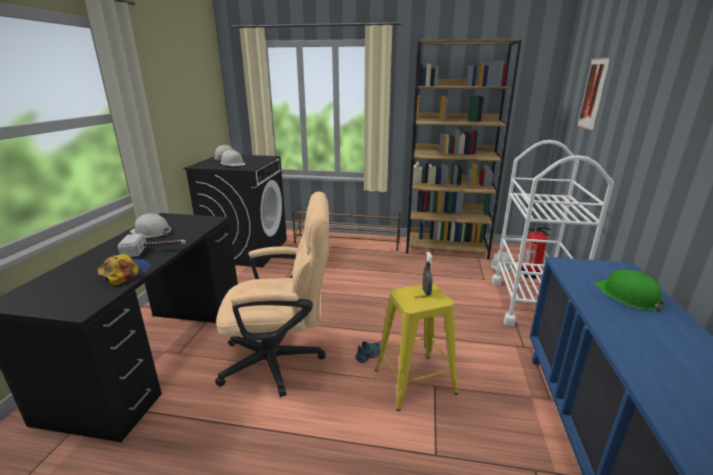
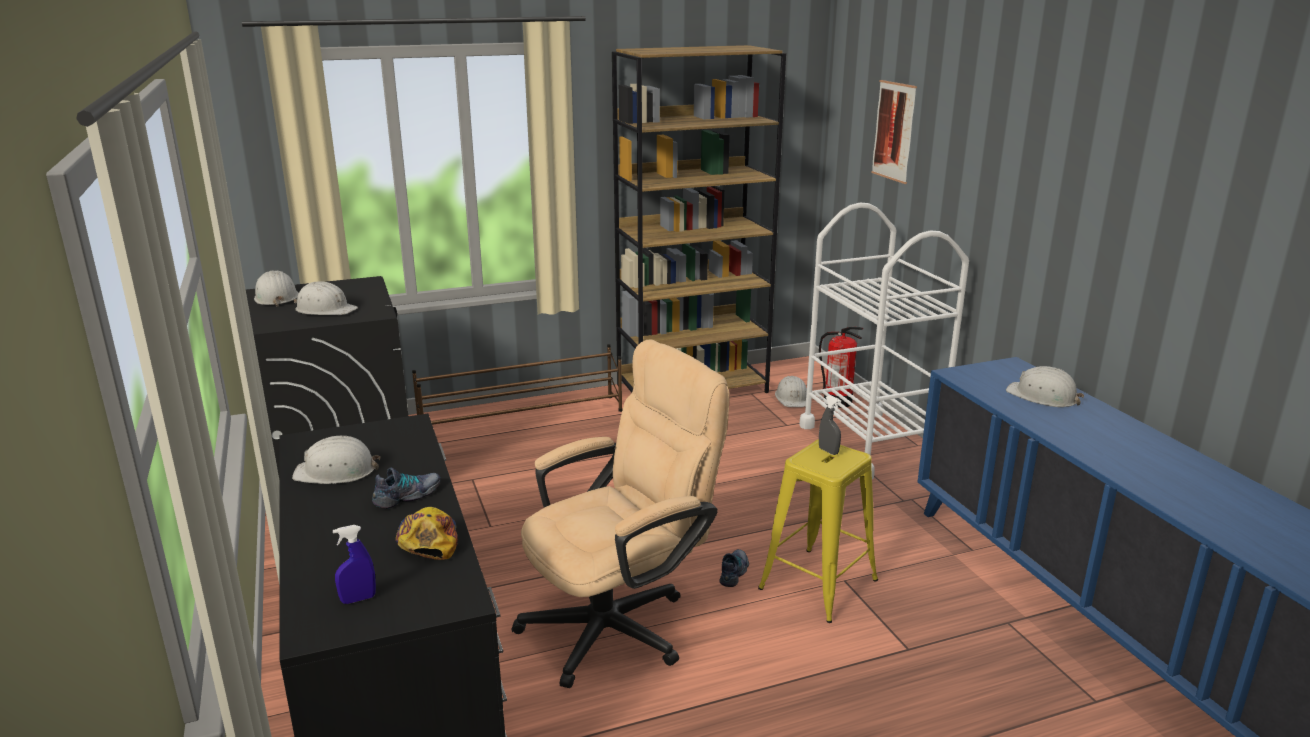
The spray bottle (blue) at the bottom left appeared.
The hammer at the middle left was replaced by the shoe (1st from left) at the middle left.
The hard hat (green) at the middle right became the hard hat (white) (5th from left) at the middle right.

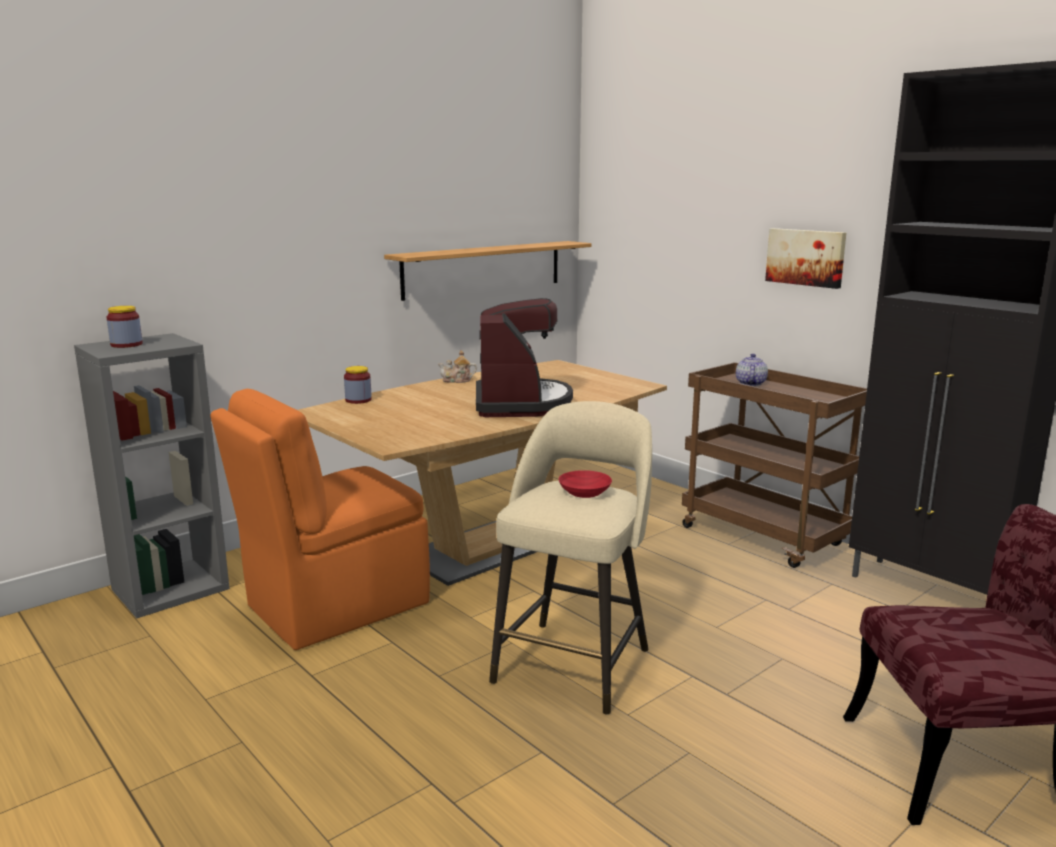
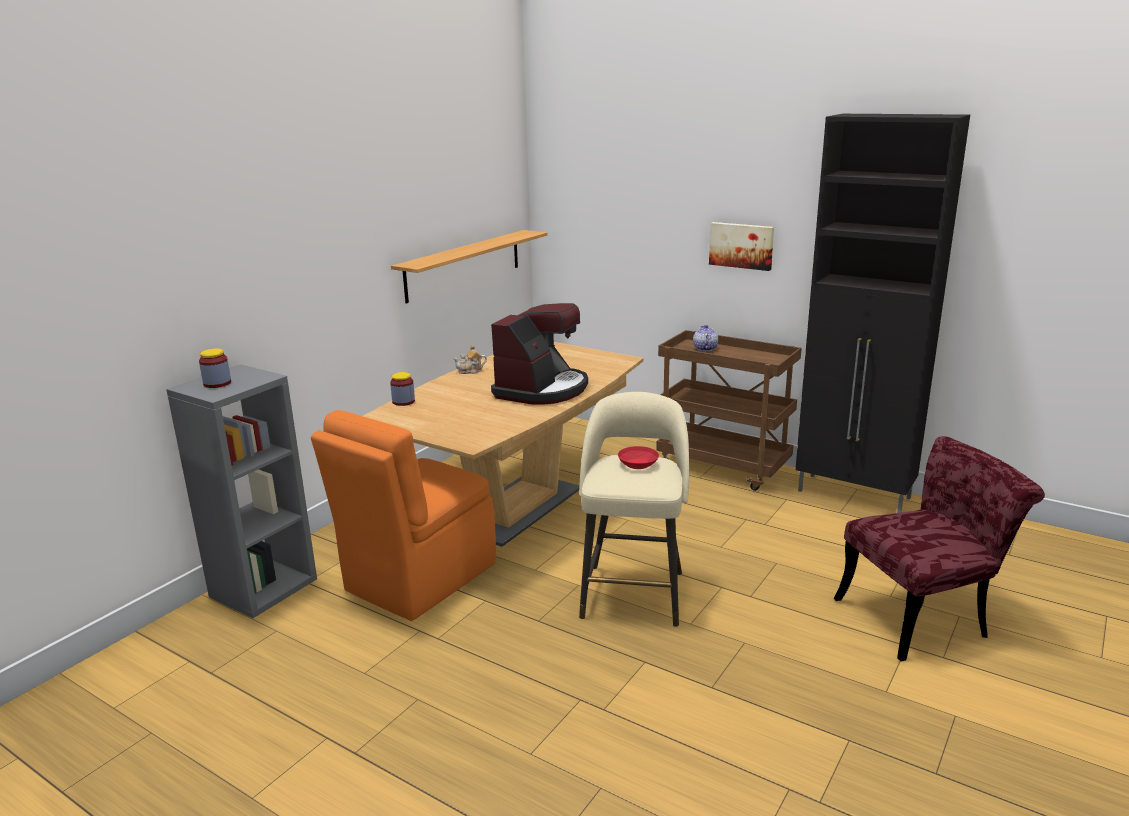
The coffee machine at the centre turned 45 degrees clockwise.

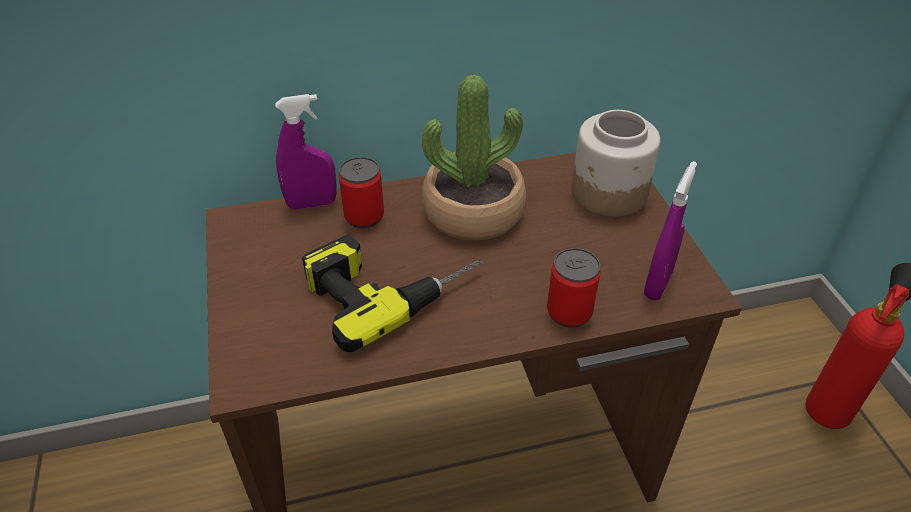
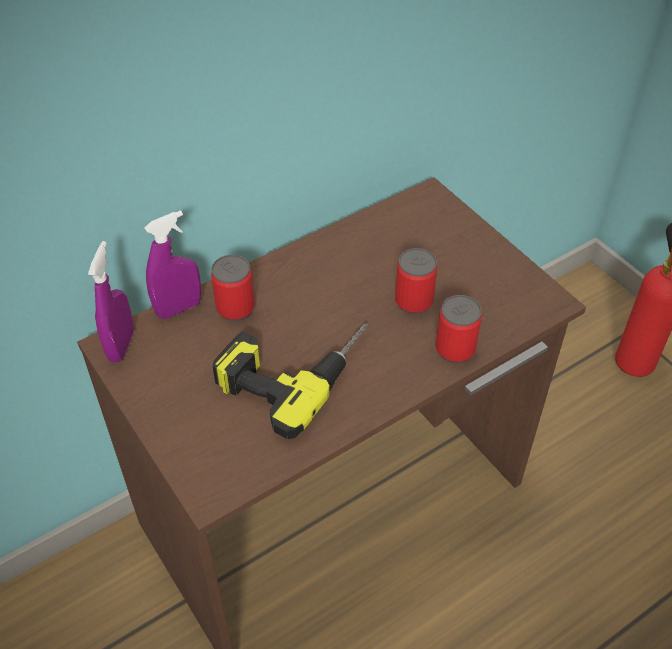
The spray bottle (purple) (2nd from left in the first image) moved from the middle right to the middle left.
The can (2nd from left) at the centre appeared.
The potted plant at the top centre disappeared.
The jar at the top right disappeared.

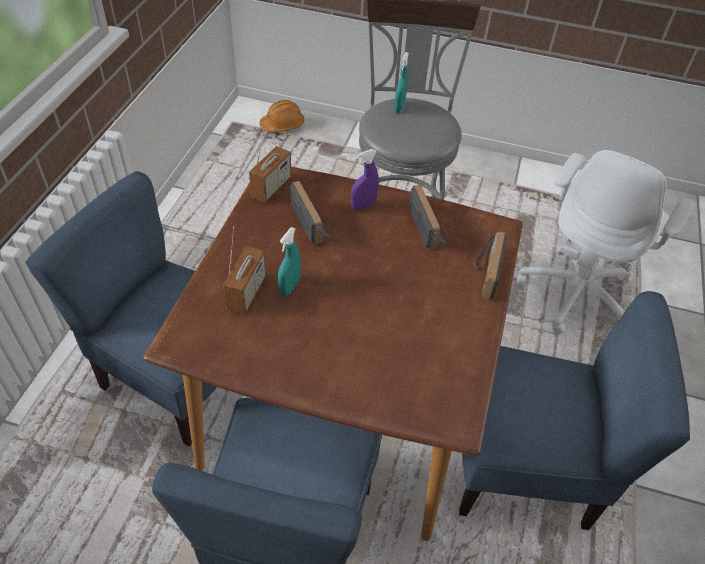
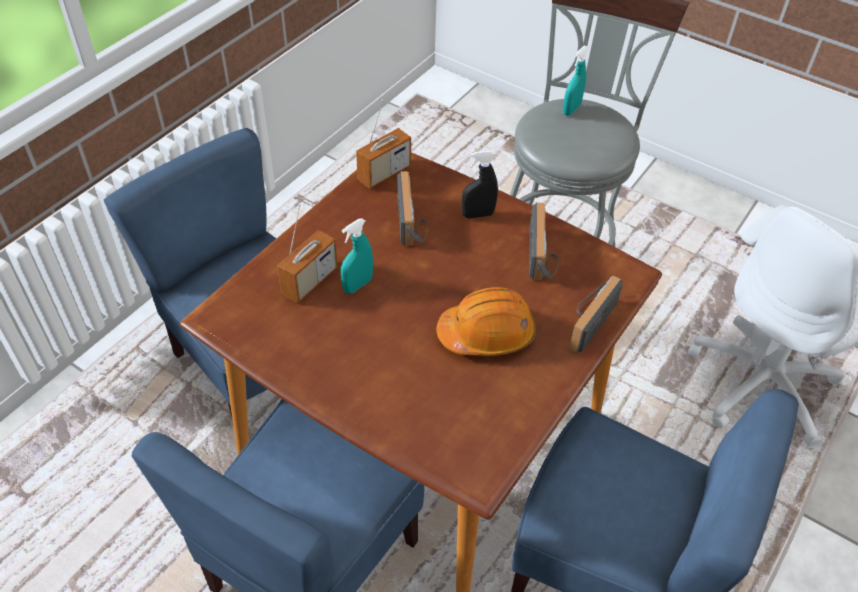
The hard hat (orange) moved from the top centre to the centre.
The spray bottle (purple) at the top centre became the spray bottle (black) at the top centre.

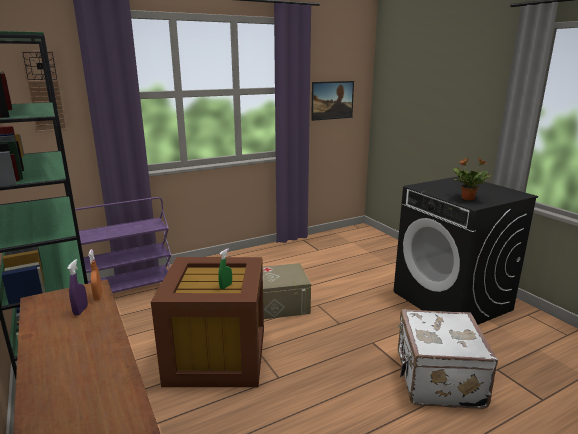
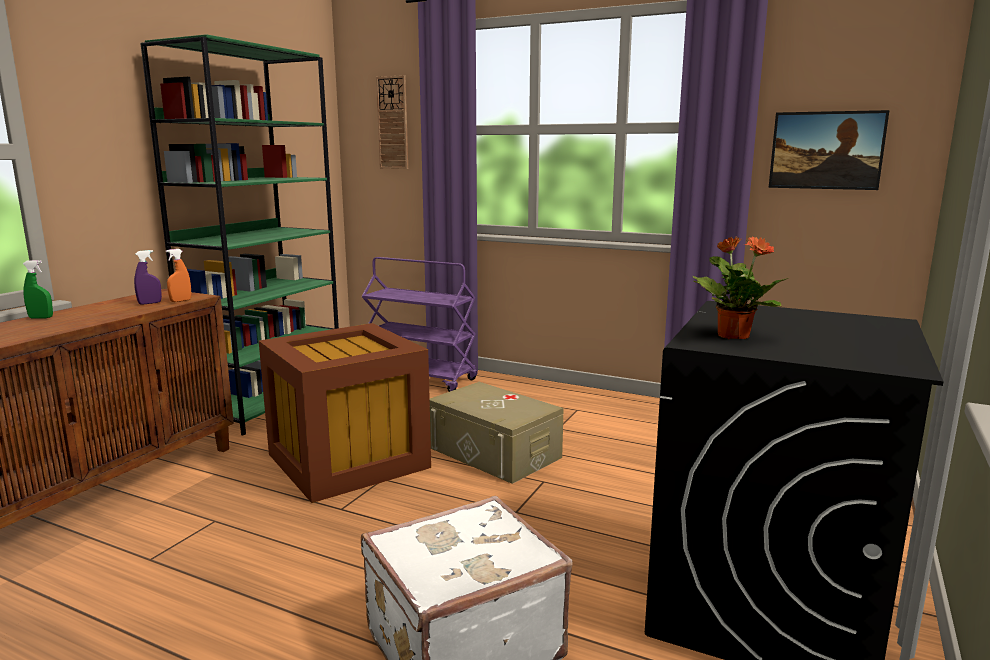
The spray bottle (green) moved from the centre to the middle left.

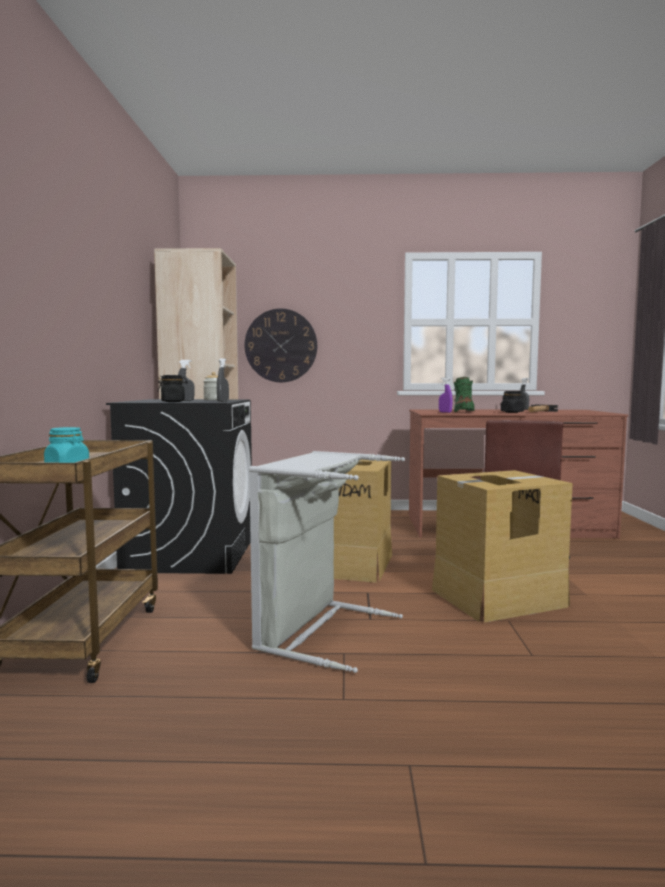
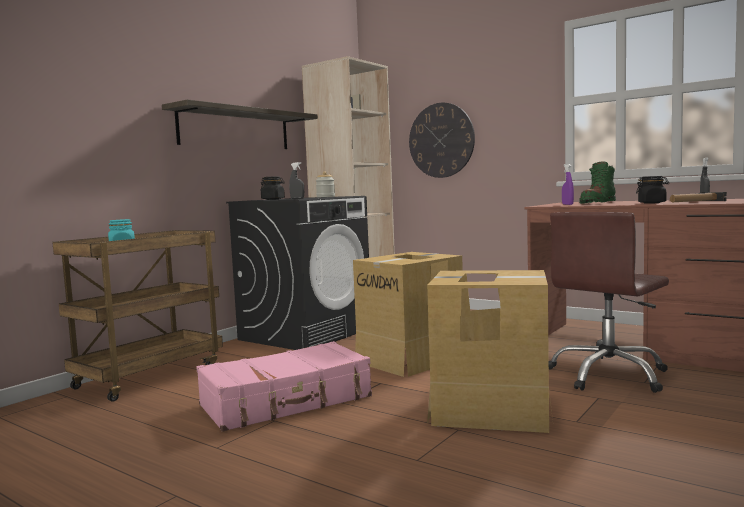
The shelf at the top left appeared.
The laundry basket (grey) at the centre was replaced by the suitcase (pink) at the bottom centre.
The spray bottle (grey) (2nd from left) at the centre disappeared.

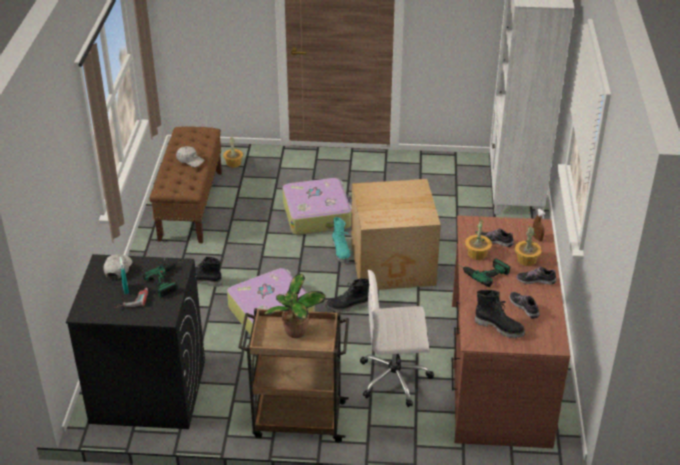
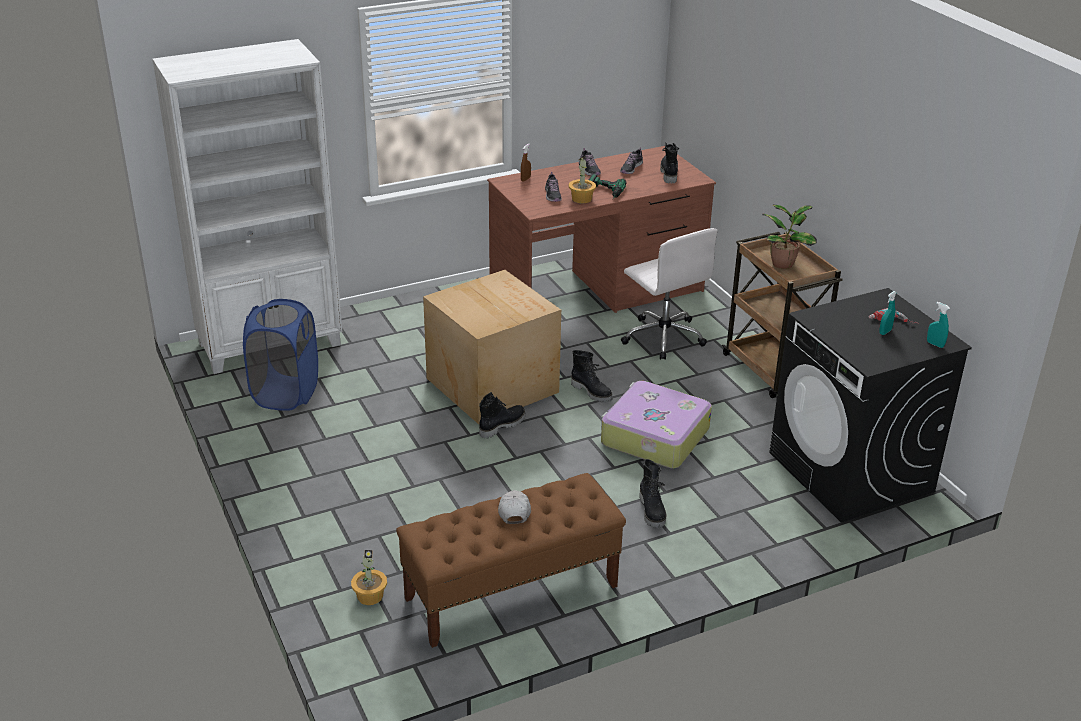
The laundry basket (blue) at the middle left appeared.
The boot (turquoise) at the centre became the boot (black) (1st from left) at the centre.
The spray bottle (turquoise) (2nd from left) at the middle right appeared.
The cap (white) (1st from left) at the middle left disappeared.
The power drill (2nd from left) at the middle left disappeared.
The suitcase (2nd from left) at the centre disappeared.
The potted plant (4th from left) at the middle right disappeared.

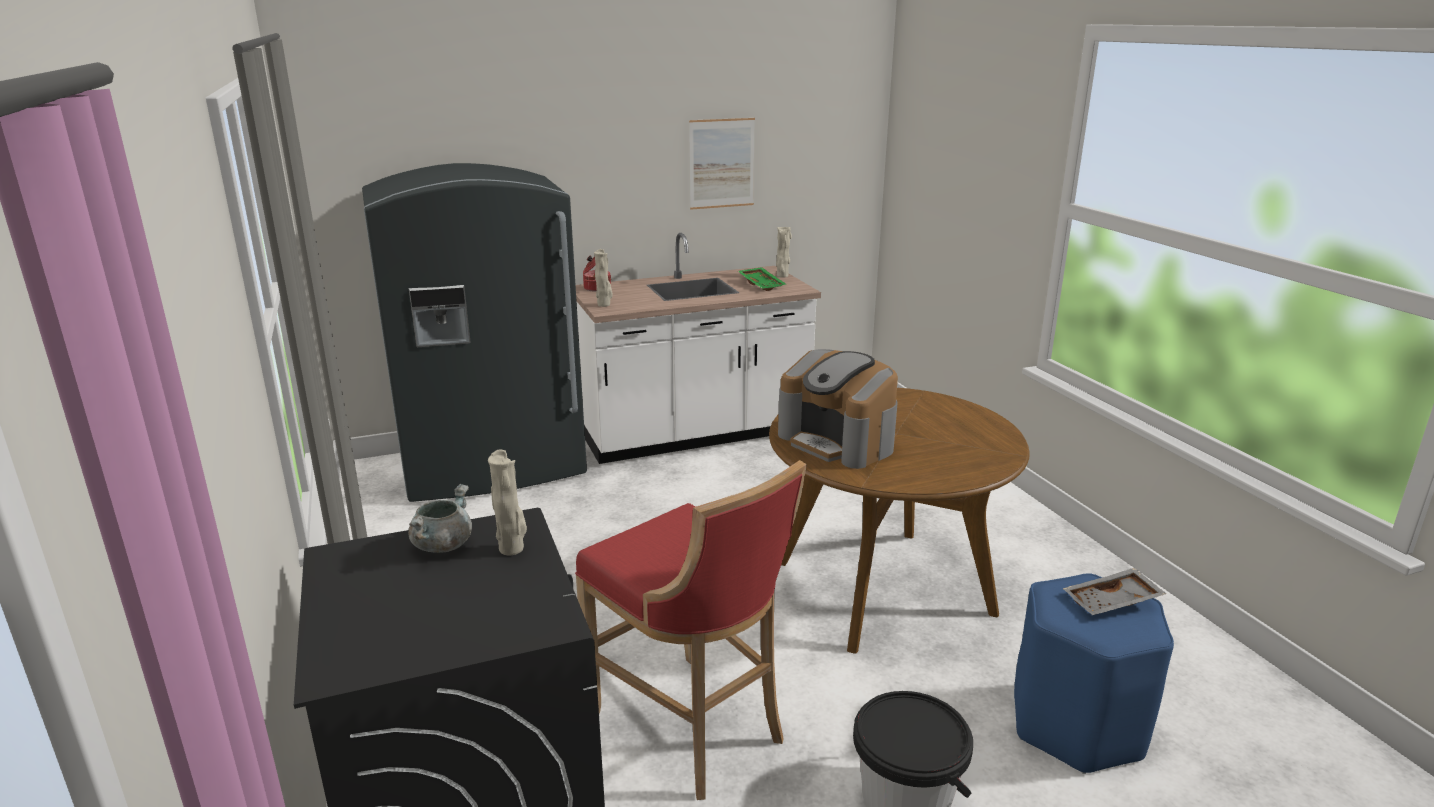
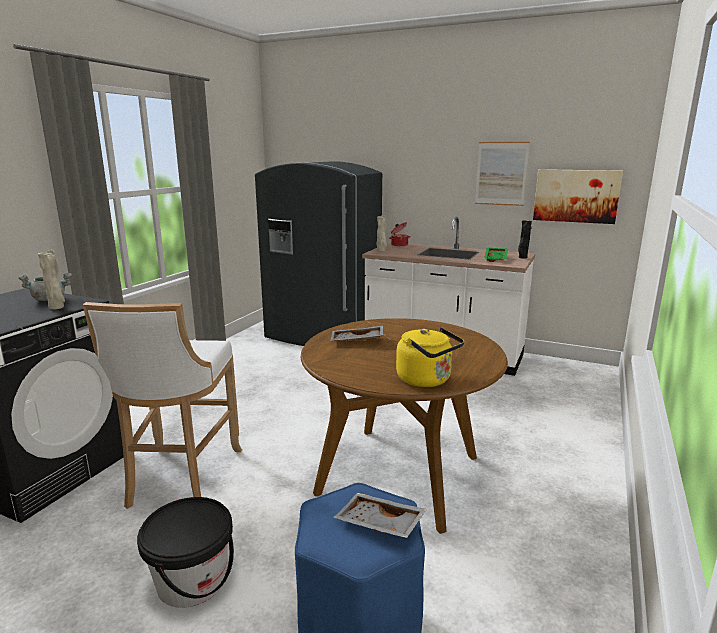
The stool (red) at the bottom centre became the stool (white) at the middle left.
The coffee machine at the centre was replaced by the tray (grey) (1st from left) at the centre.
The kettle (yellow) at the centre appeared.
The vase (beige) (3rd from left) at the top centre became the vase (black) at the middle right.
The picture (2nd from left) at the top right appeared.

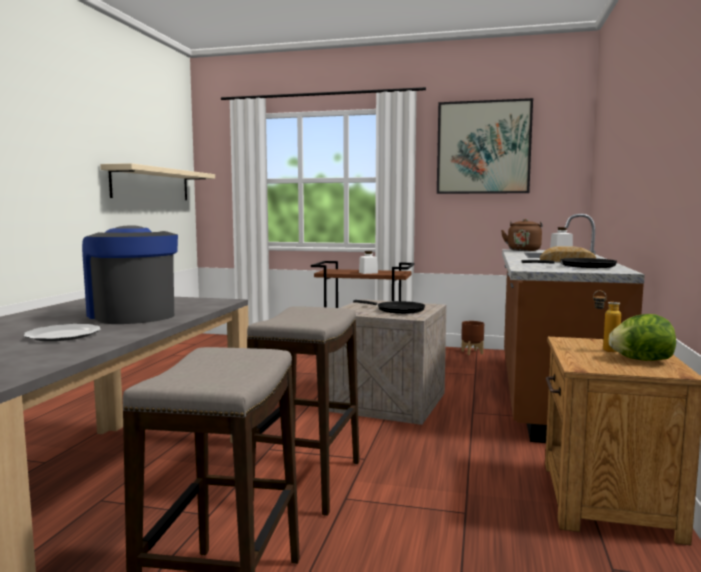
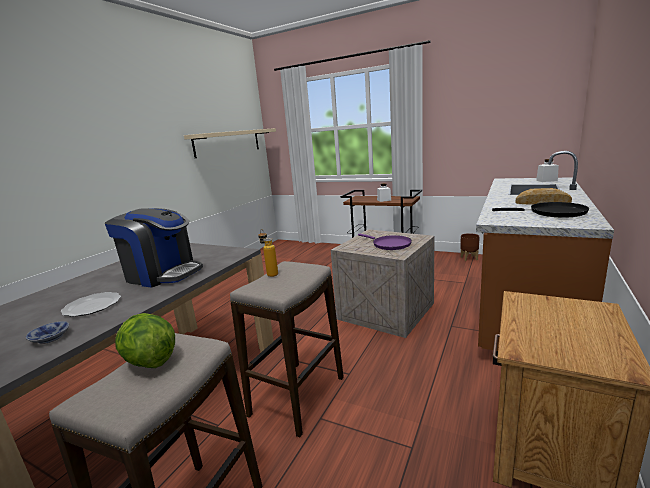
The bowl at the bottom left appeared.
The coffee machine at the middle left turned 135 degrees clockwise.
The lettuce moved from the middle right to the bottom left.
The bottle moved from the middle right to the centre.
The frying pan (black) (1st from left) at the centre became the frying pan (purple) at the centre.
The picture at the top right disappeared.
The kettle (brown) at the middle right disappeared.

